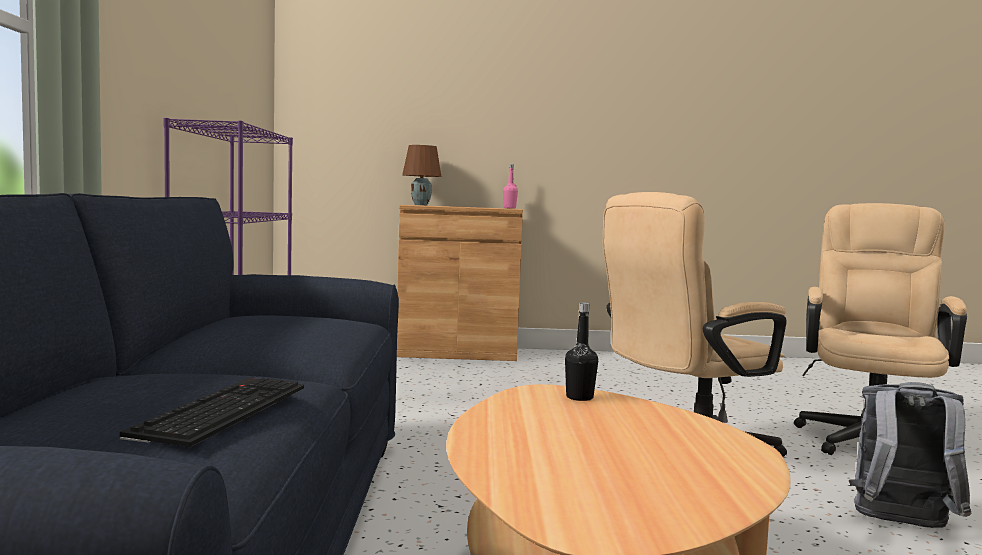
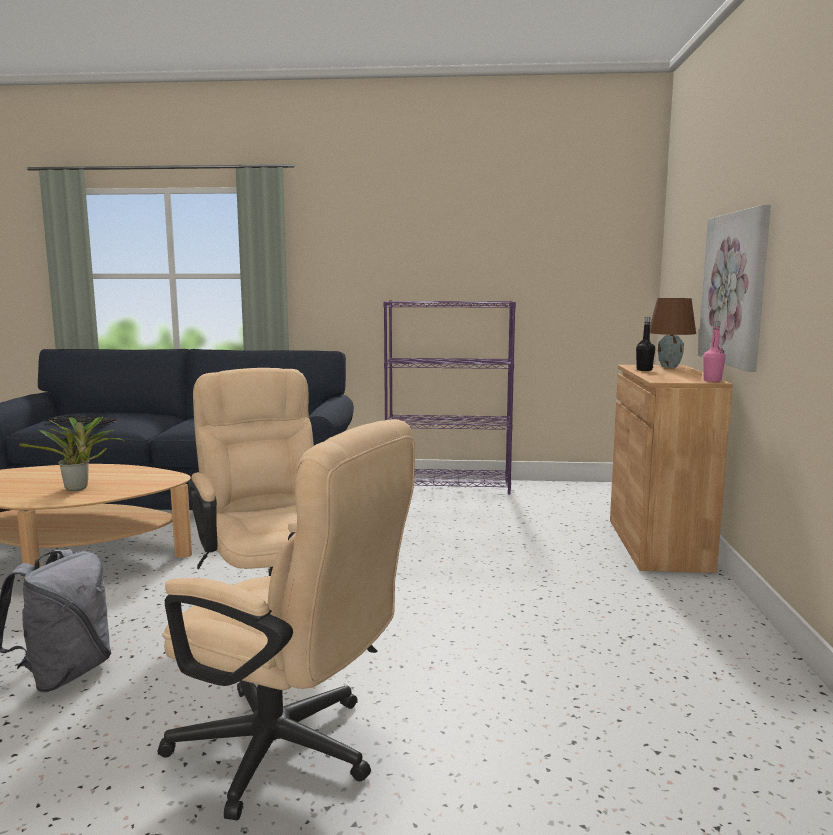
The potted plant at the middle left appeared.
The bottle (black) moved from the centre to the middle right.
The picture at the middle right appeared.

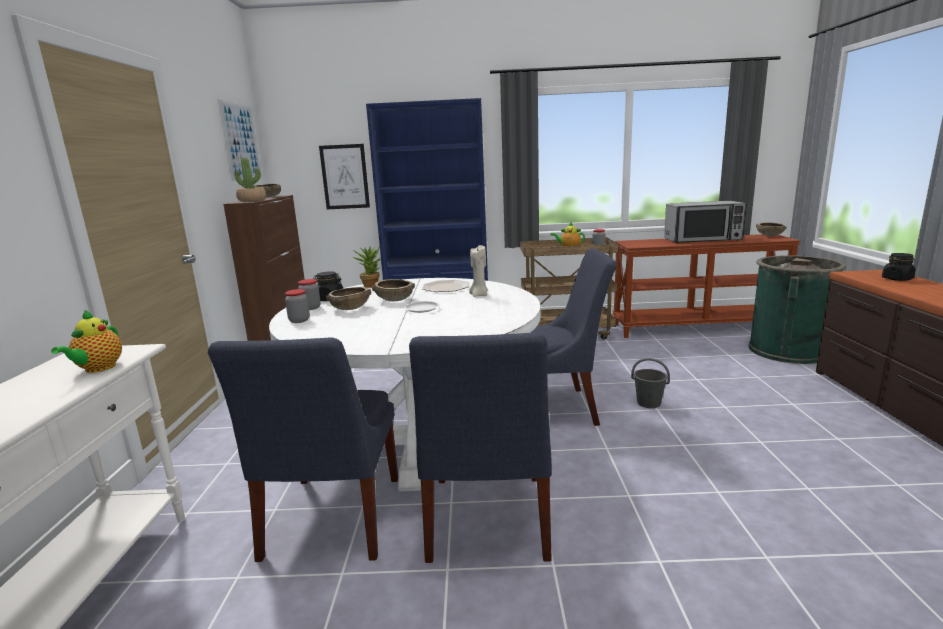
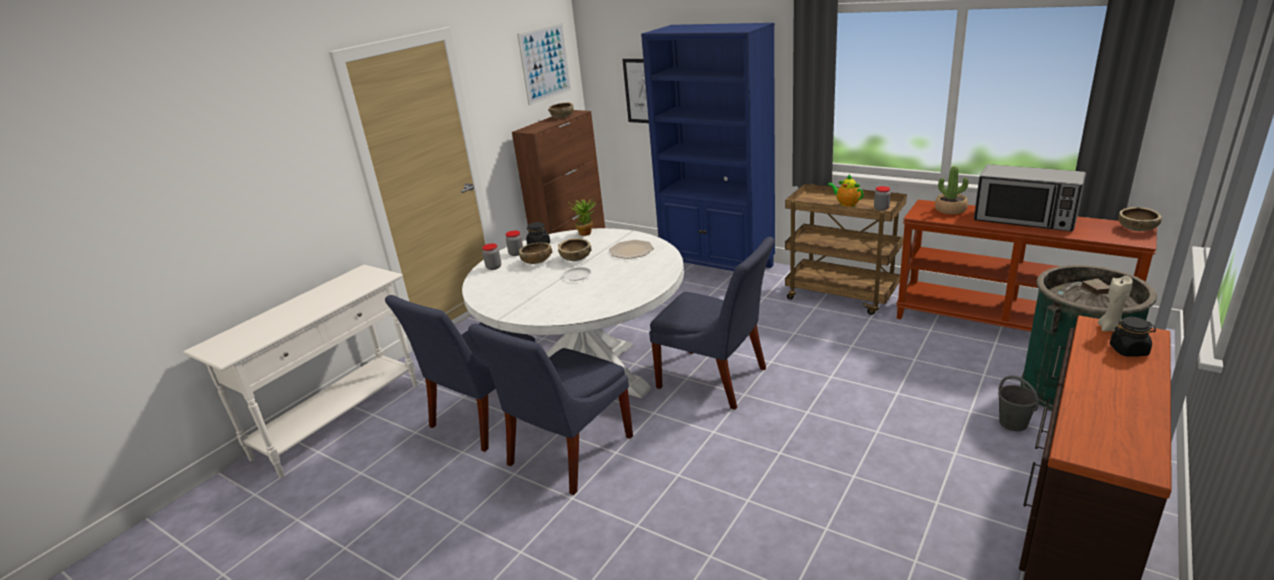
The potted plant (1st from left in the first image) moved from the top left to the top right.
The bucket (grey) moved from the middle right to the bottom right.
The candle (beige) moved from the centre to the middle right.
The teapot (1st from left) at the middle left disappeared.

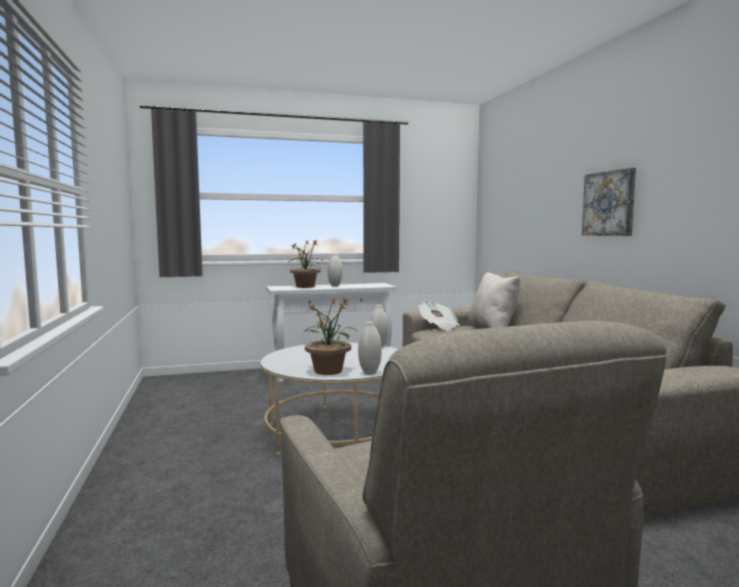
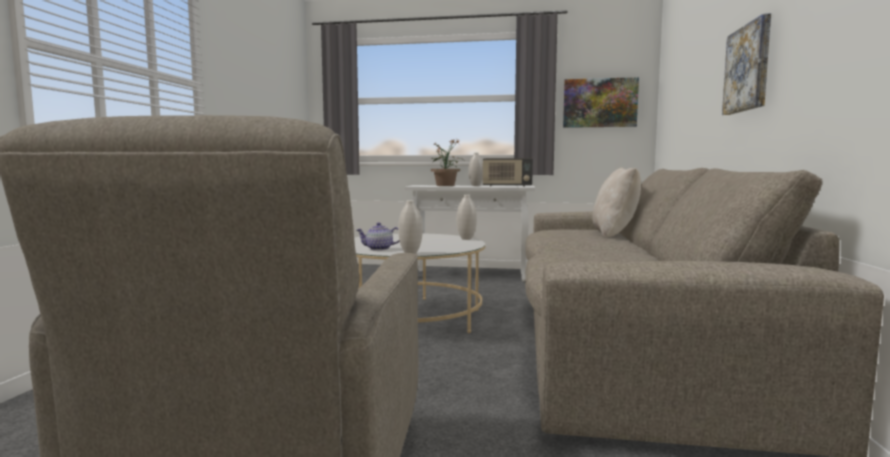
The potted plant (2nd from left) at the centre was replaced by the teapot at the centre.
The radio at the centre appeared.
The picture (1st from left) at the top right appeared.
The newspaper at the centre disappeared.

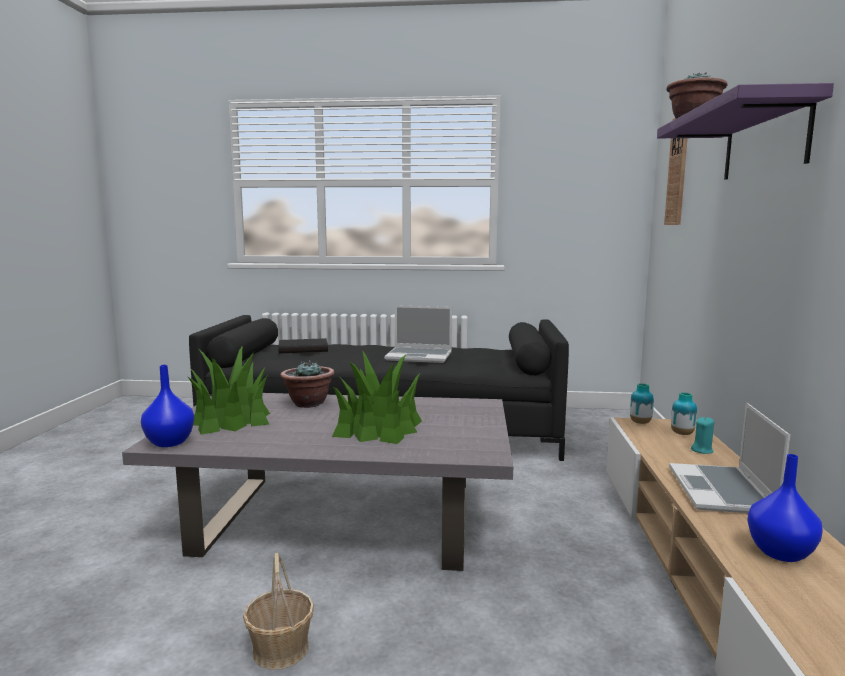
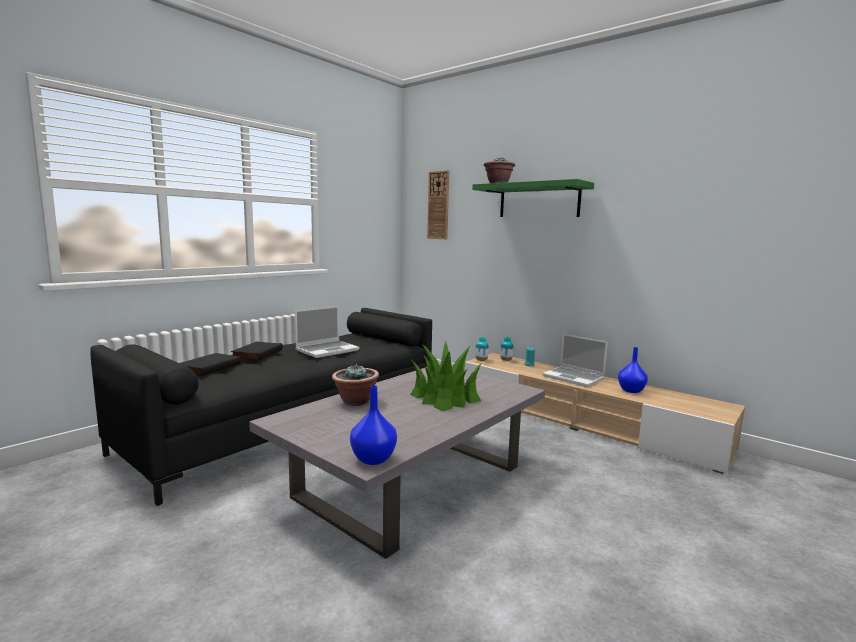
The book (black) (2nd from left) at the middle left appeared.
The shelf (purple) at the top right became the shelf (green) at the top centre.
The potted plant (1st from left) at the middle left disappeared.
The basket at the bottom left disappeared.

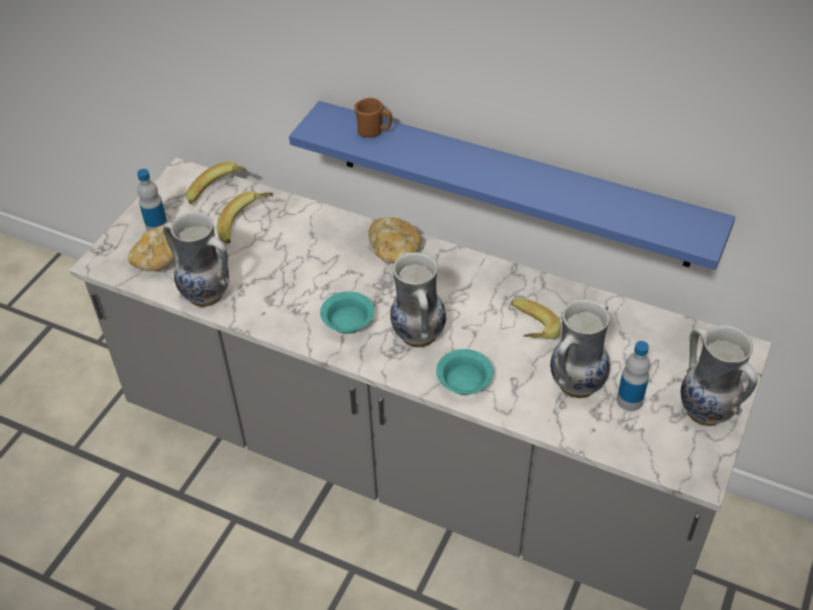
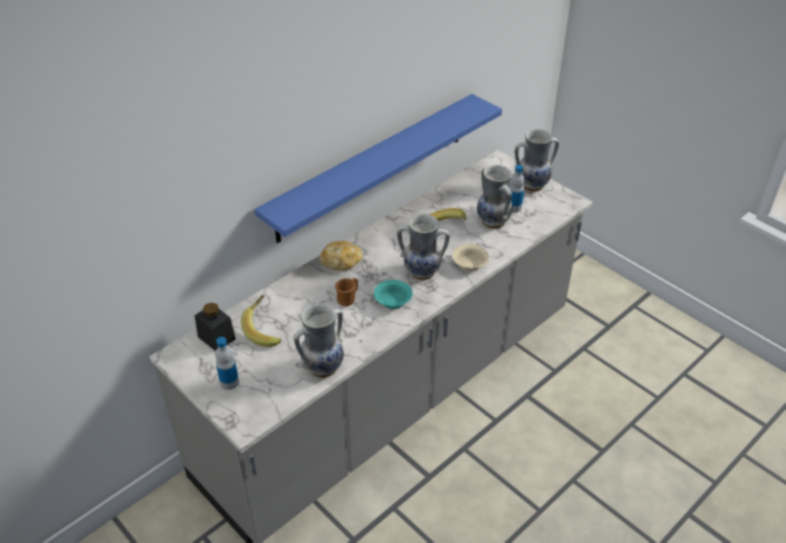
The banana (1st from left) at the top left was replaced by the jar (black) at the middle left.
The mug (brown) moved from the top centre to the centre.
The bowl (turquoise) (2nd from left) at the centre became the bowl (beige) at the centre.
The bread (1st from left) at the middle left disappeared.

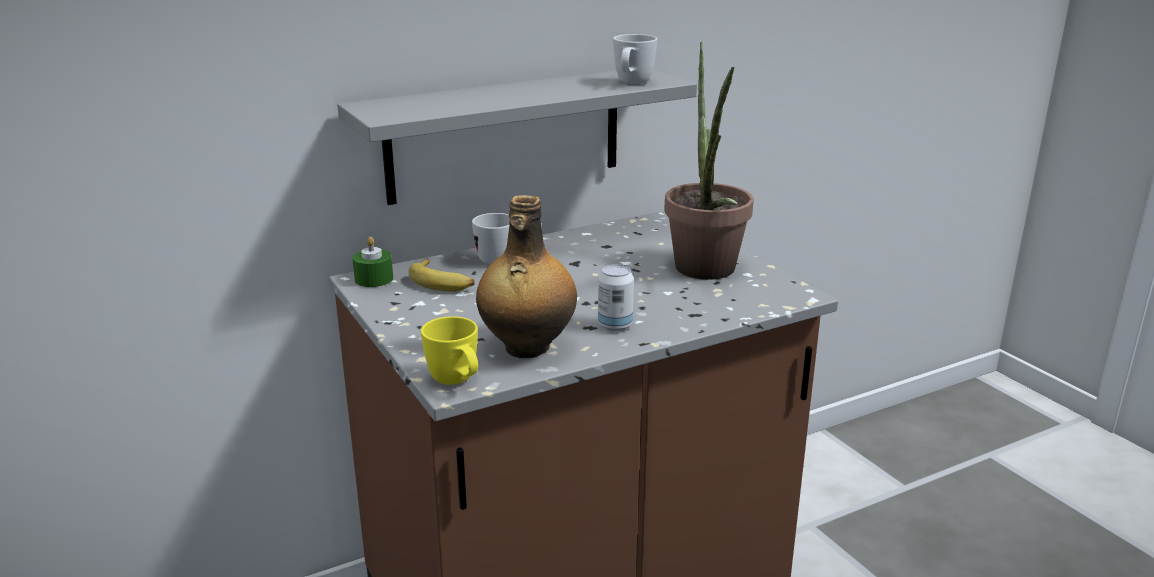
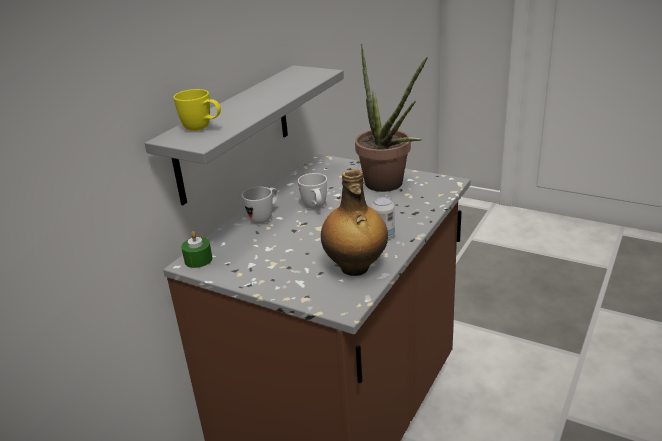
The mug (yellow) moved from the centre to the top left.
The mug (white) (2nd from left) moved from the top centre to the centre.
The banana at the centre disappeared.

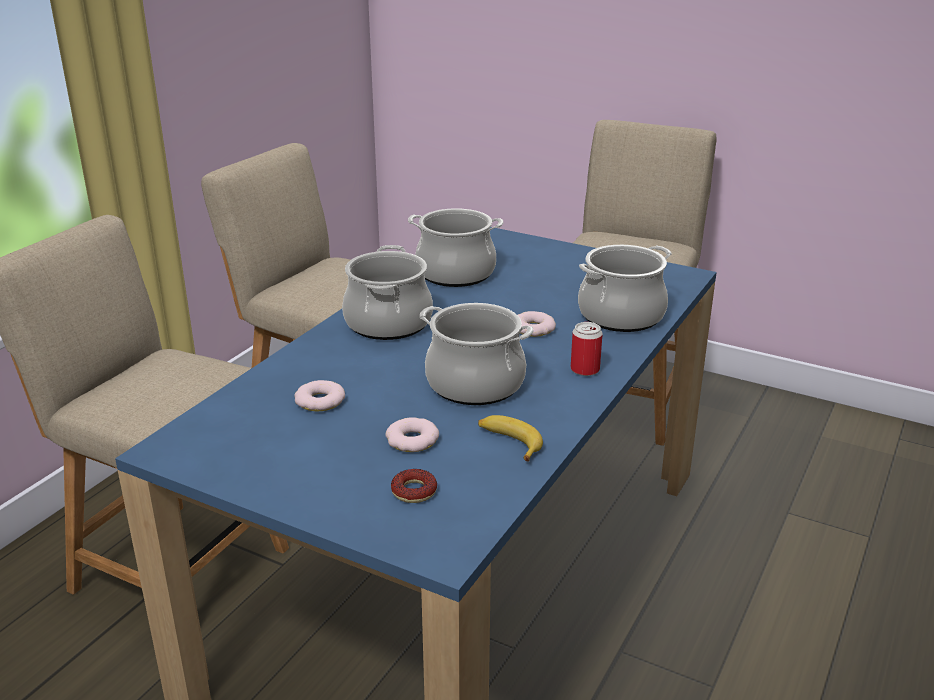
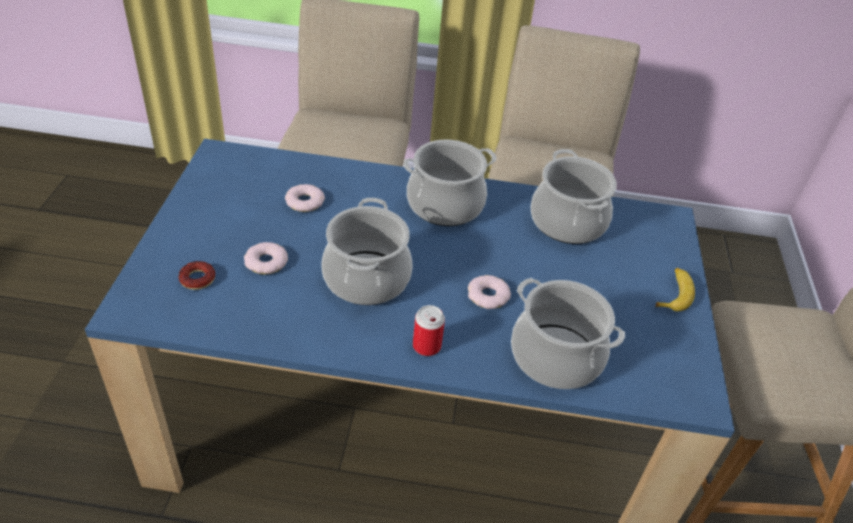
The banana moved from the centre to the middle right.

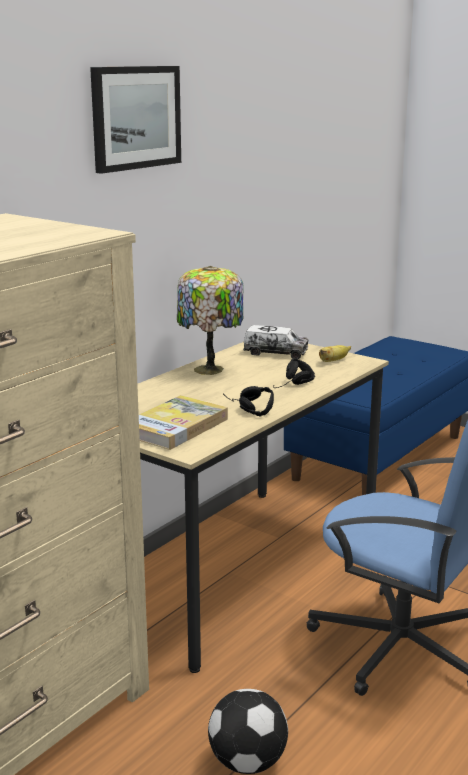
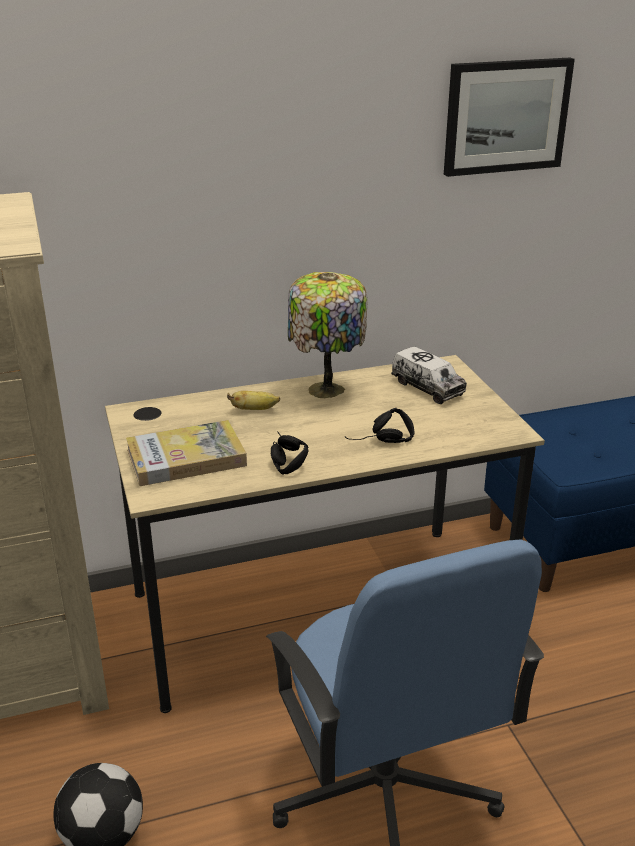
The banana moved from the middle right to the centre.
The picture moved from the top left to the top right.

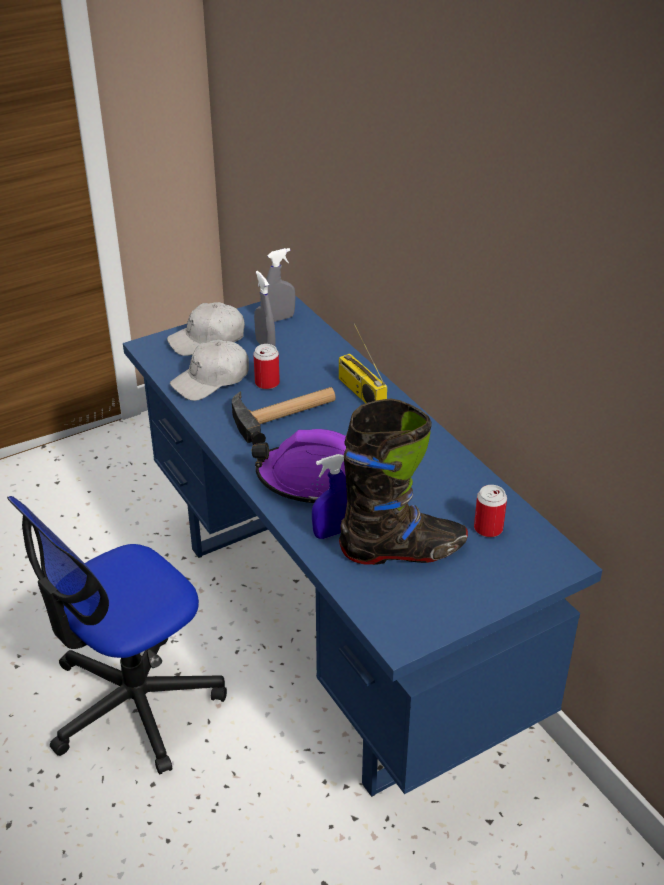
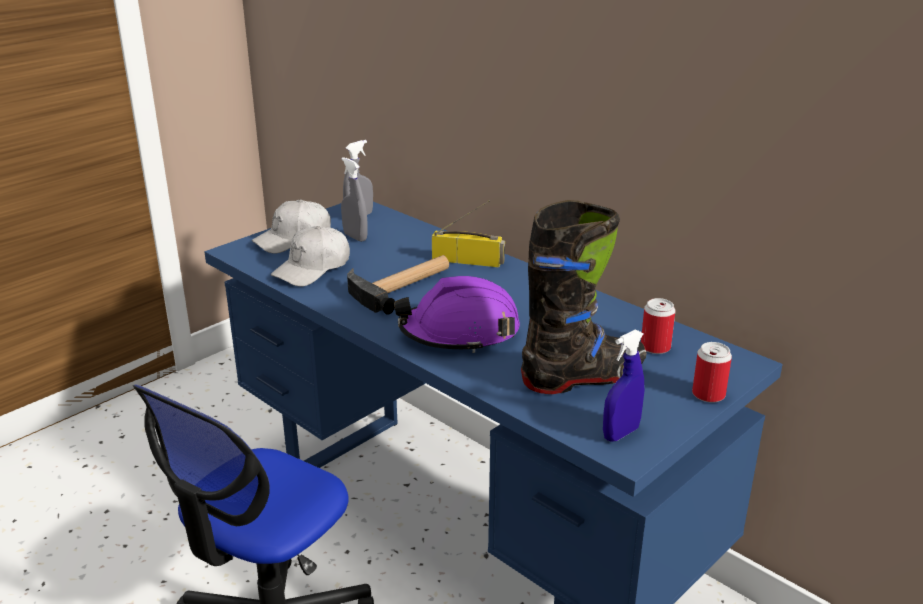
The radio at the centre turned 150 degrees clockwise.
The spray bottle (blue) moved from the centre to the middle right.
The can (1st from left in the first image) moved from the centre to the middle right.

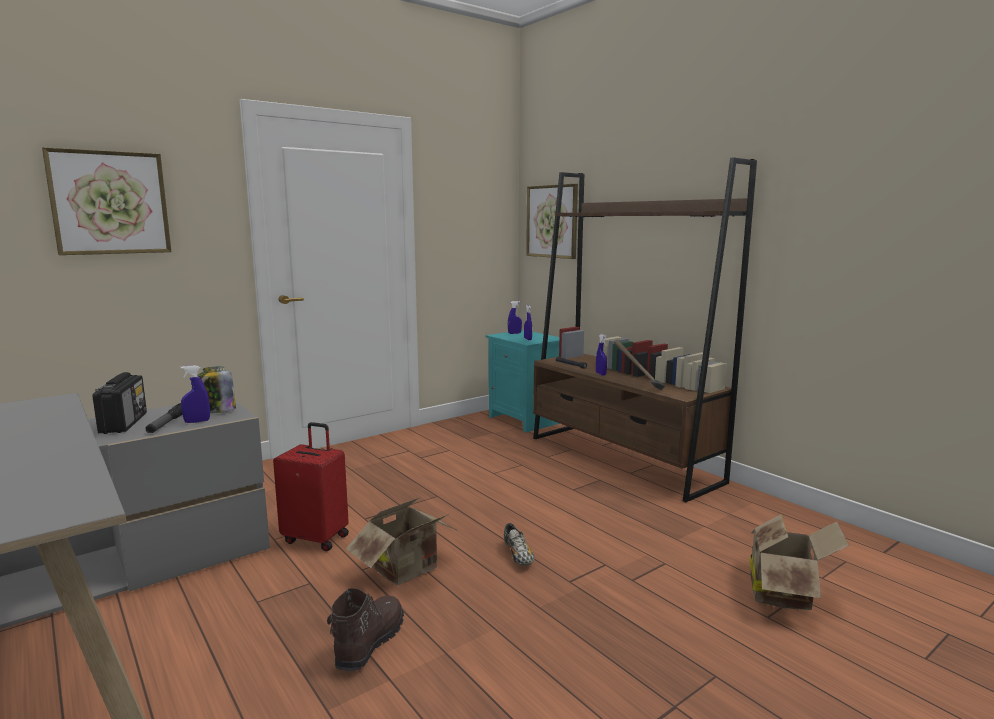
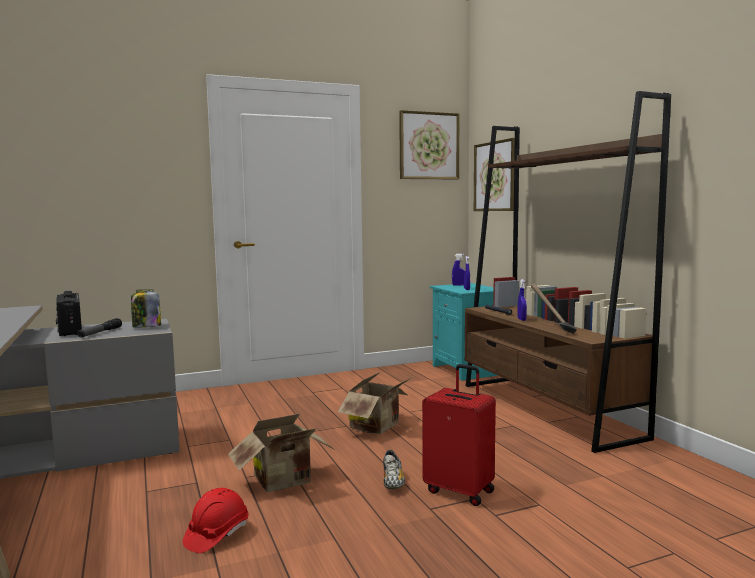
The radio at the middle left turned 150 degrees clockwise.
The boot (brown) at the bottom centre was replaced by the hard hat (red) at the bottom left.
The cardboard box (2nd from left) moved from the bottom right to the bottom centre.
The picture (1st from left) moved from the top left to the top centre.
The suitcase (red) moved from the bottom left to the bottom centre.
The spray bottle (blue) (1st from left) at the middle left disappeared.

